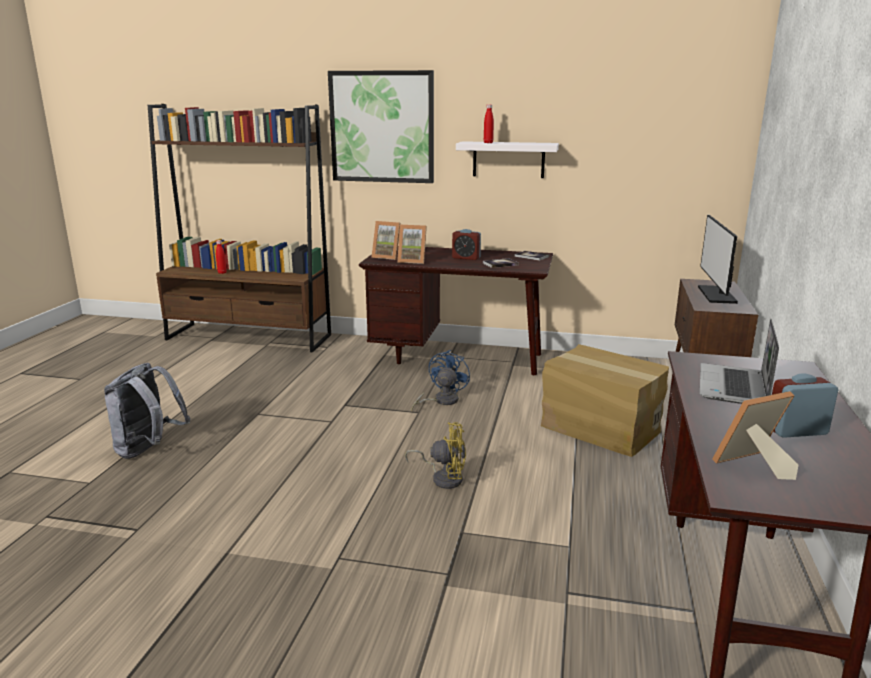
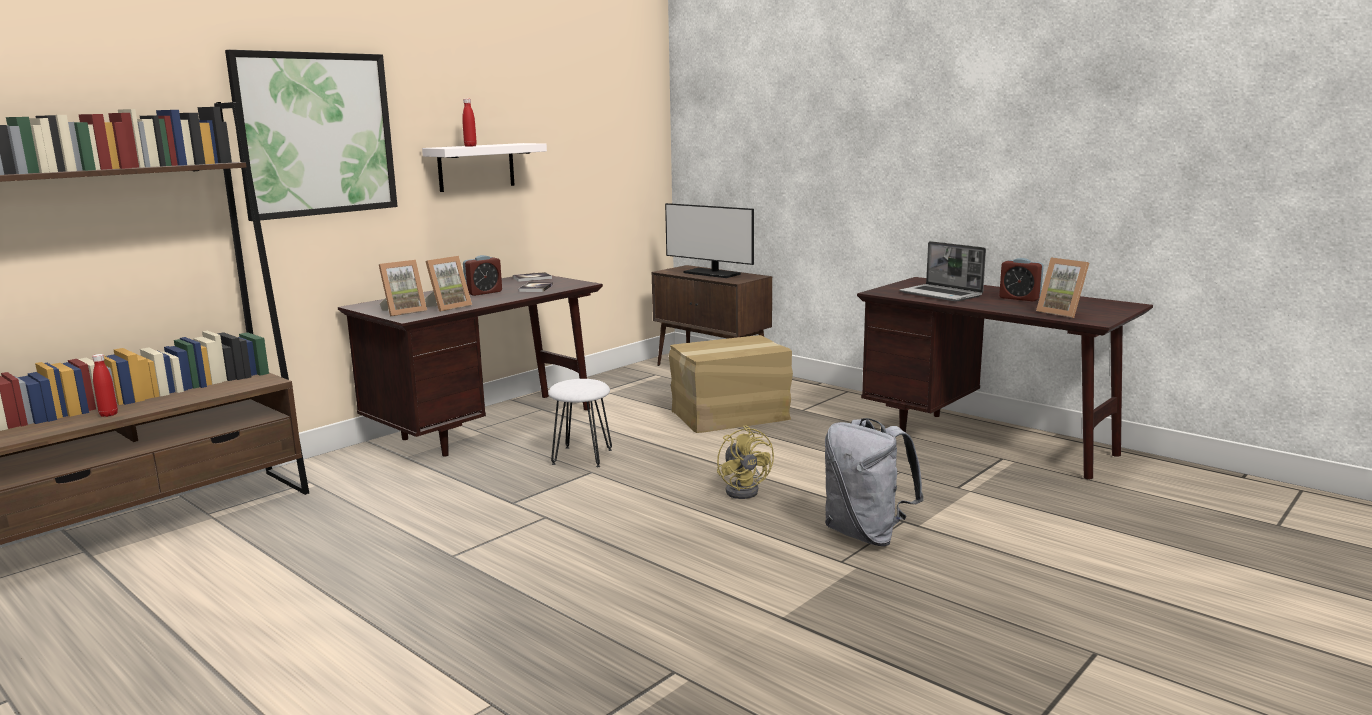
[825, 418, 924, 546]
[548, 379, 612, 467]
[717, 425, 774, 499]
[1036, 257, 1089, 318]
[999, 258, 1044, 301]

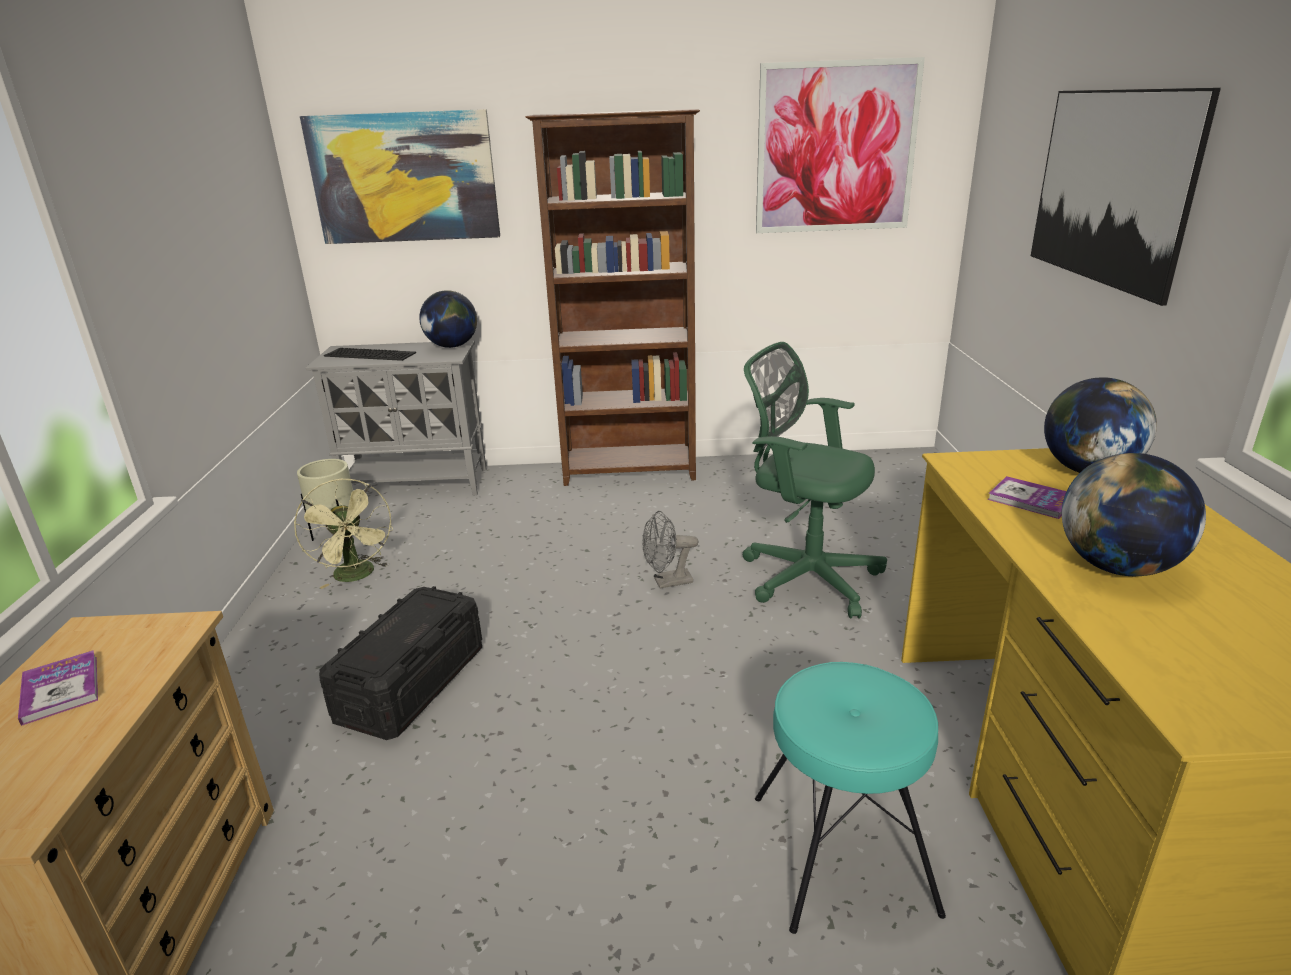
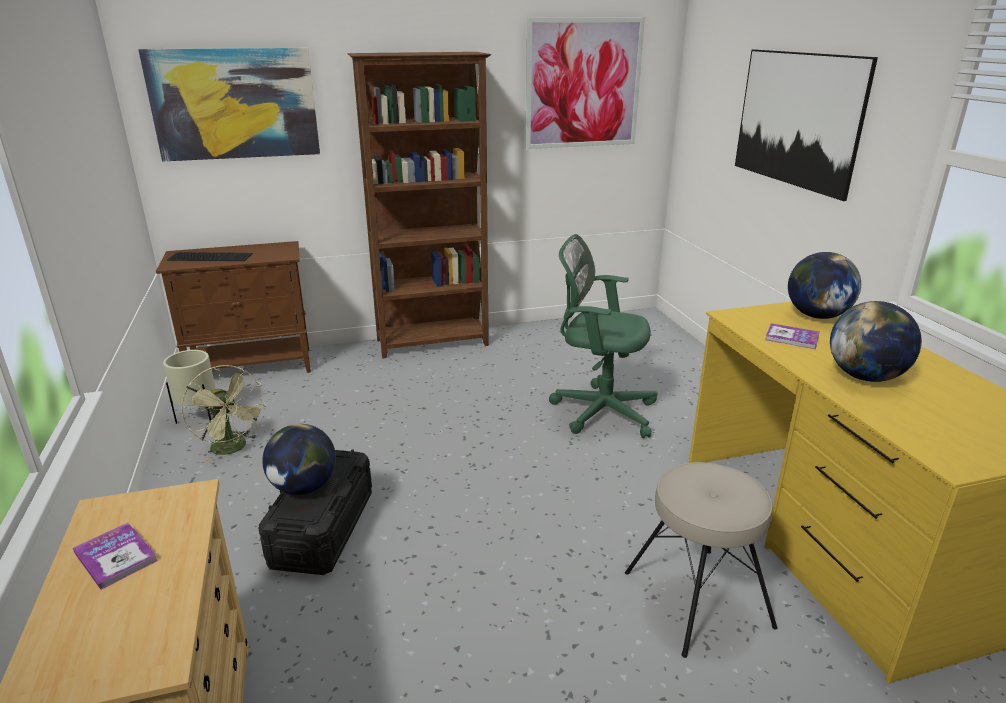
[642, 511, 698, 589] (first image)
[262, 424, 336, 495]
[156, 241, 311, 373]
[625, 462, 778, 658]

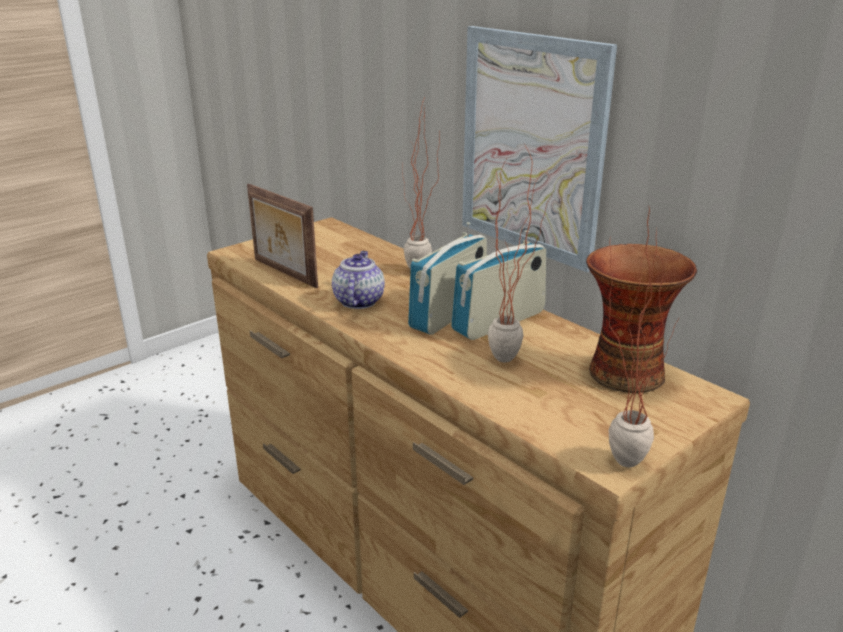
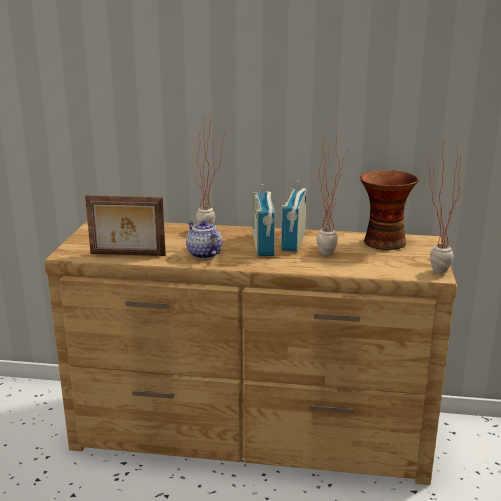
[462, 26, 617, 272] (first image)

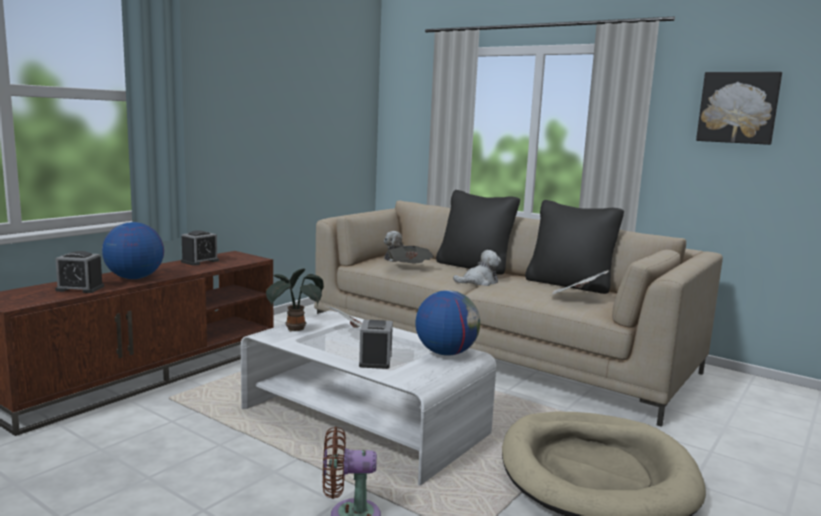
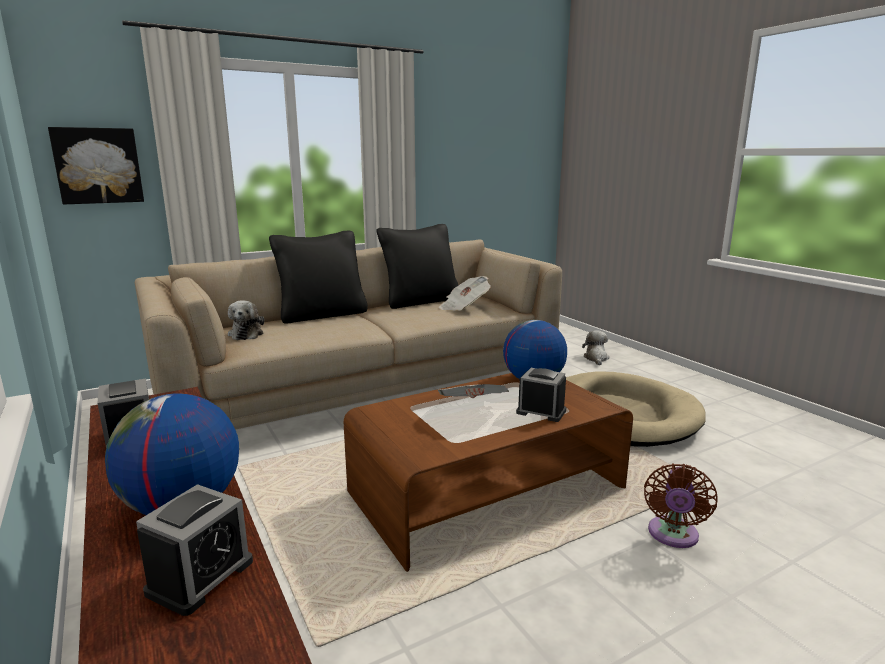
[266, 268, 324, 332] (first image)
[387, 246, 434, 263] (first image)
[582, 330, 609, 365]
[48, 127, 144, 204]
[344, 373, 633, 572]

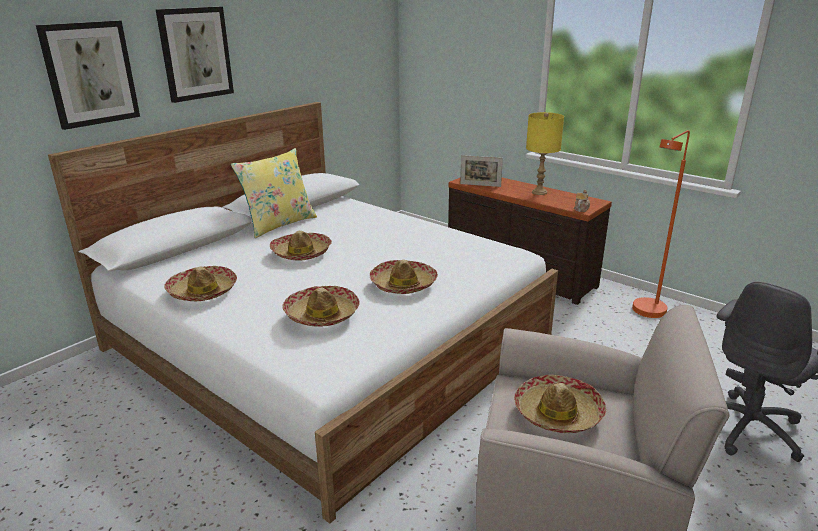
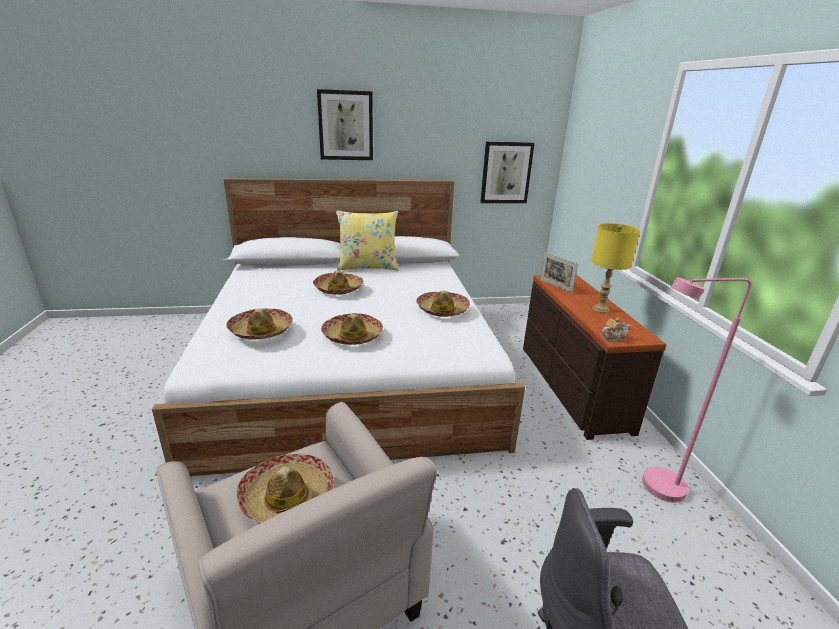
[480, 141, 535, 203]
[416, 291, 470, 317]
[642, 277, 751, 503]

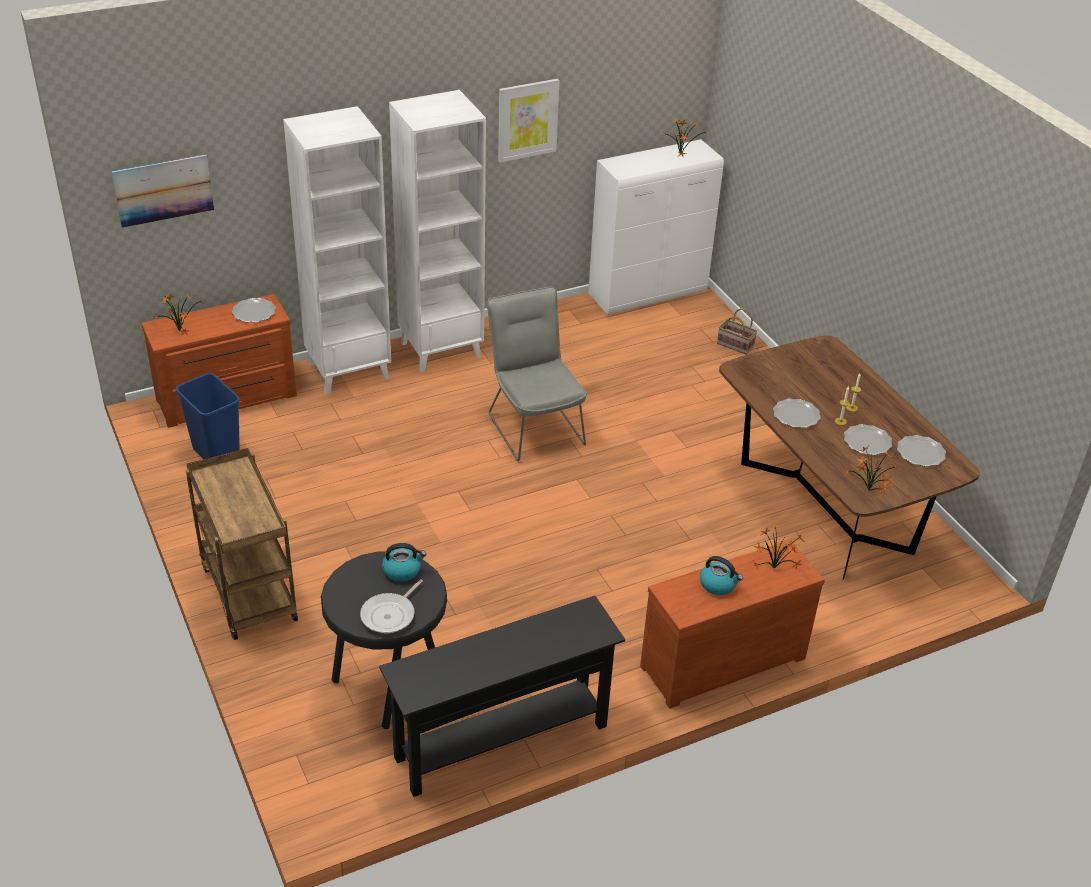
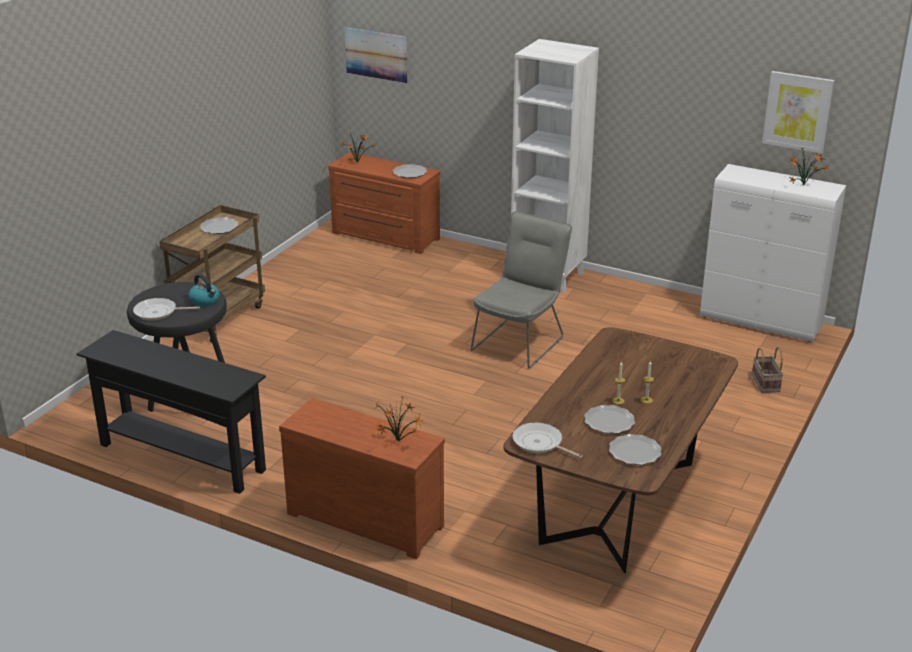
[176, 373, 240, 459] (first image)
[283, 106, 391, 394] (first image)
[700, 556, 743, 595] (first image)
[762, 71, 834, 154]
[200, 217, 239, 234]
[512, 422, 583, 458]

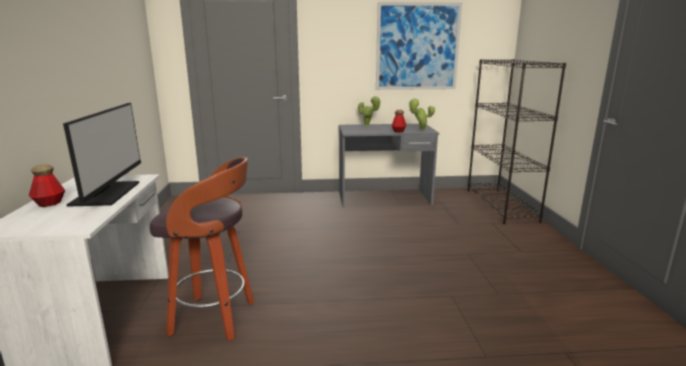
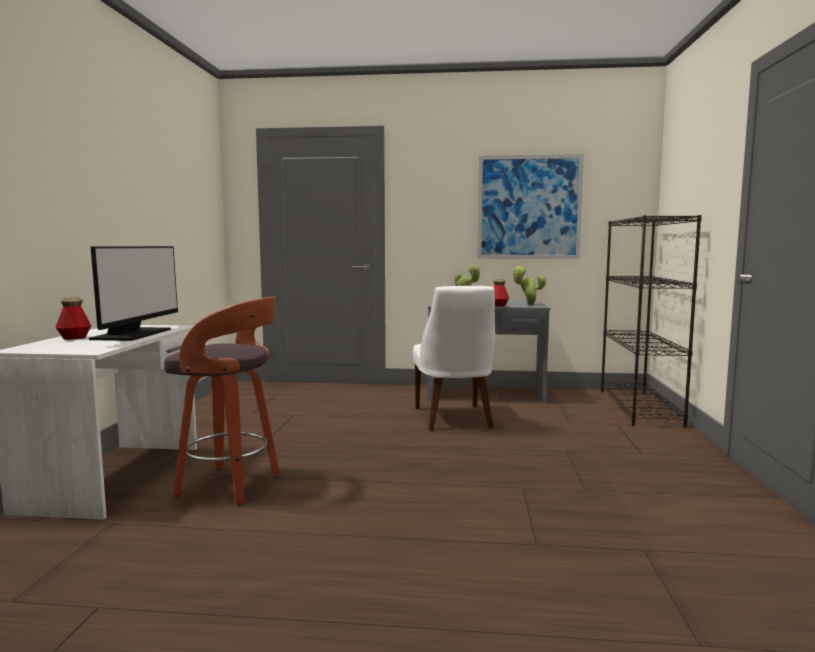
[413, 286, 495, 431]

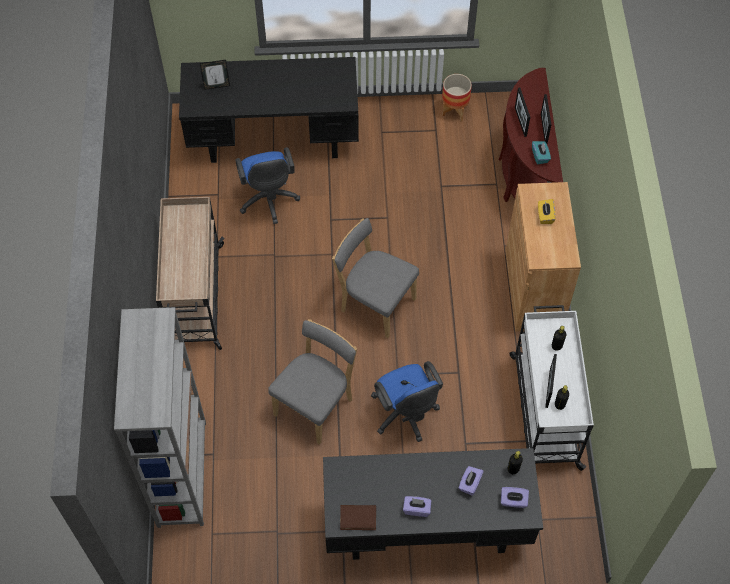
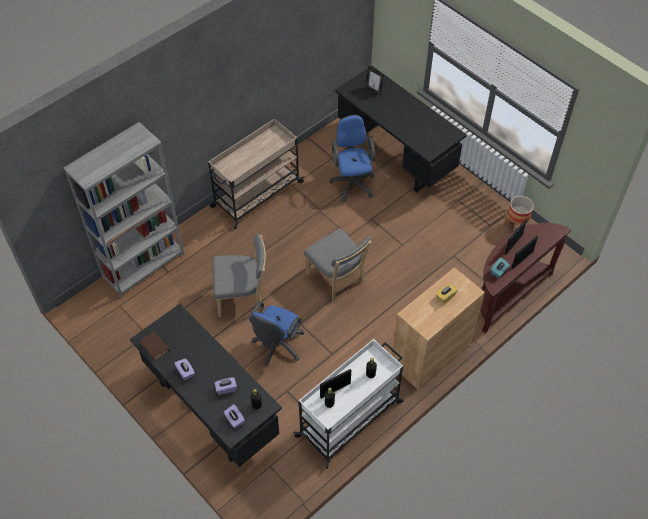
[329, 115, 376, 202]
[304, 228, 372, 301]

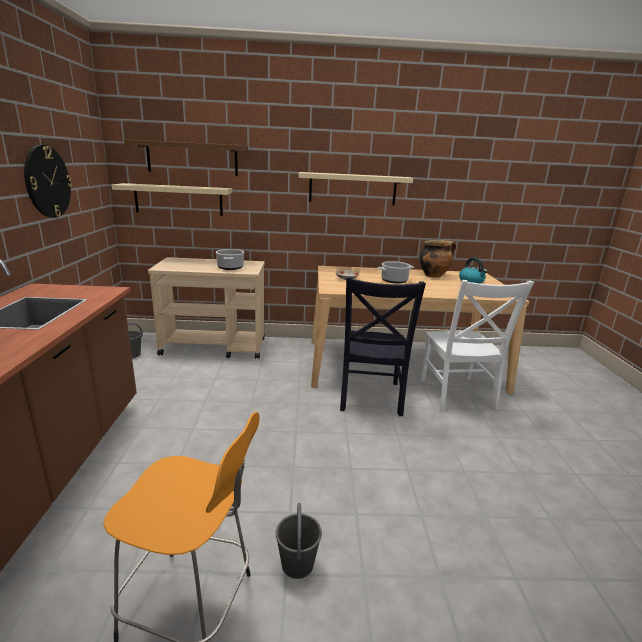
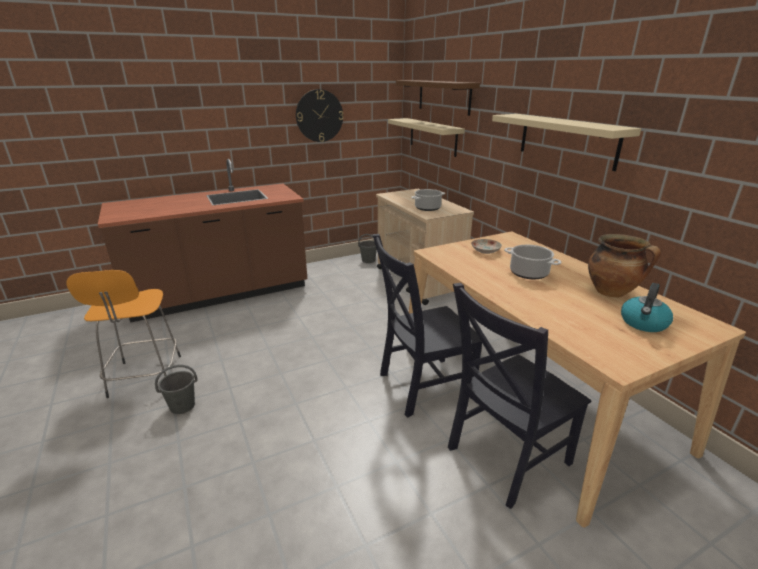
[448, 283, 592, 509]

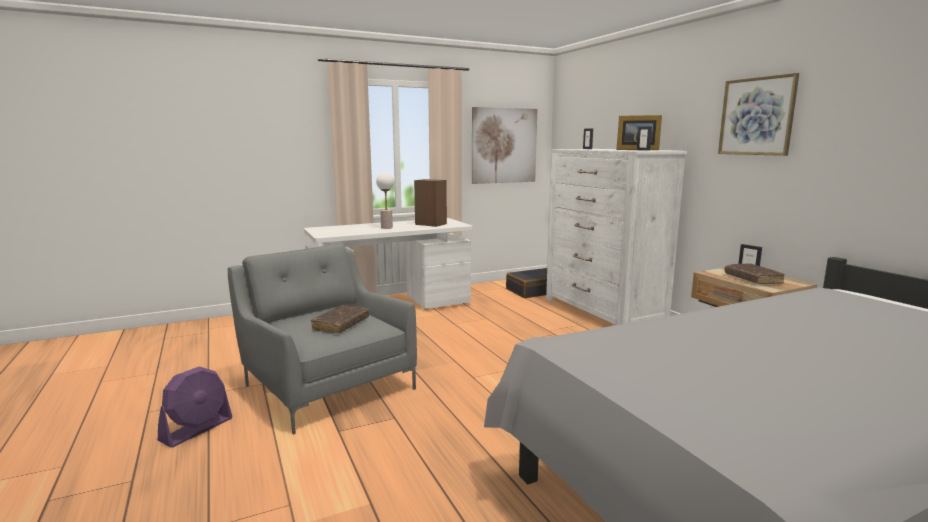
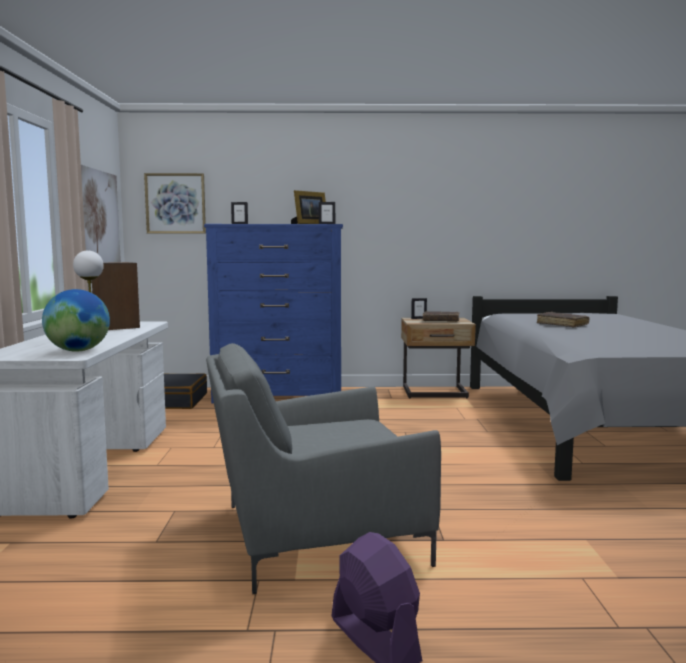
[42, 289, 110, 352]
[537, 312, 589, 328]
[144, 173, 206, 234]
[204, 224, 343, 403]

